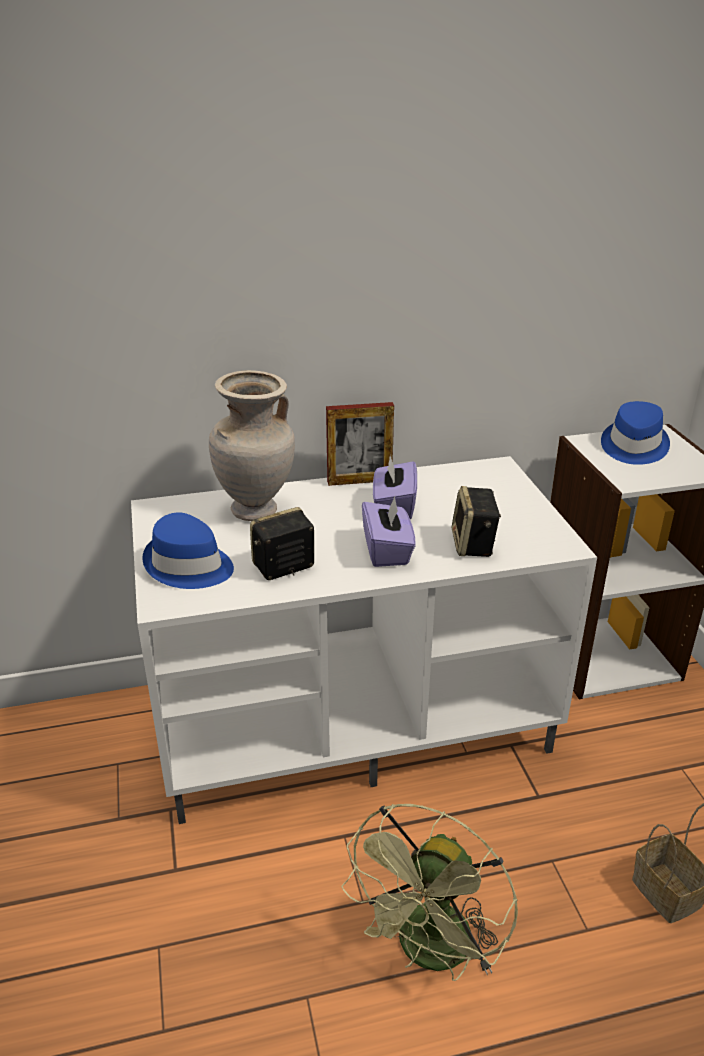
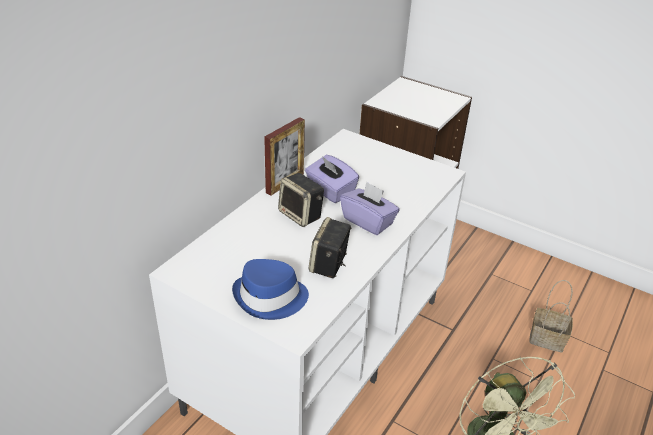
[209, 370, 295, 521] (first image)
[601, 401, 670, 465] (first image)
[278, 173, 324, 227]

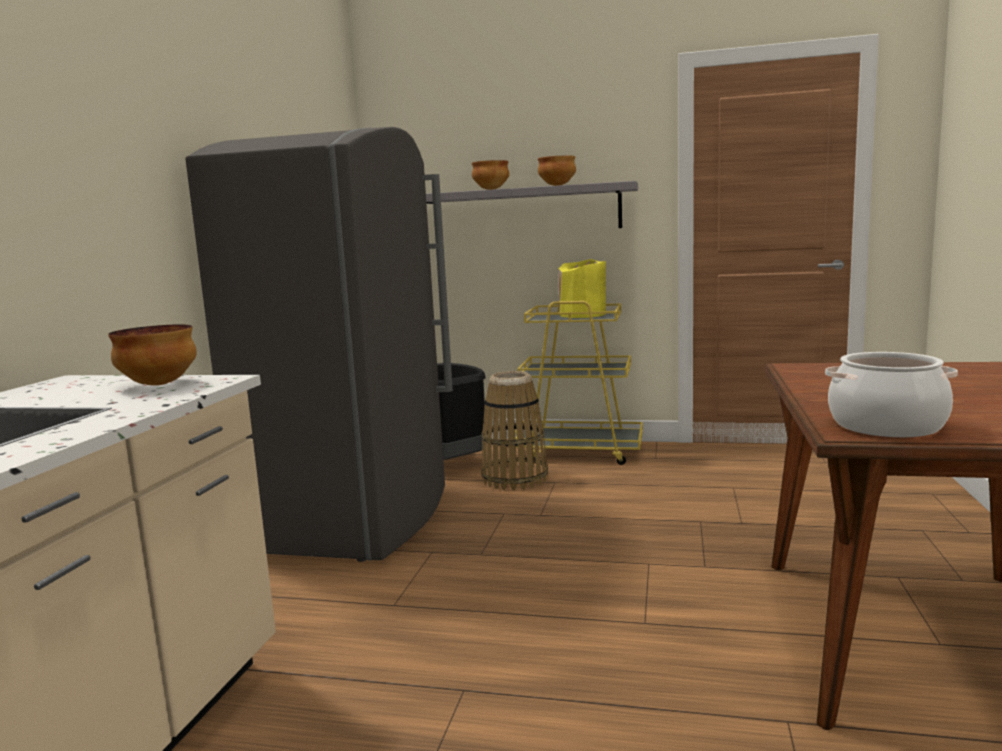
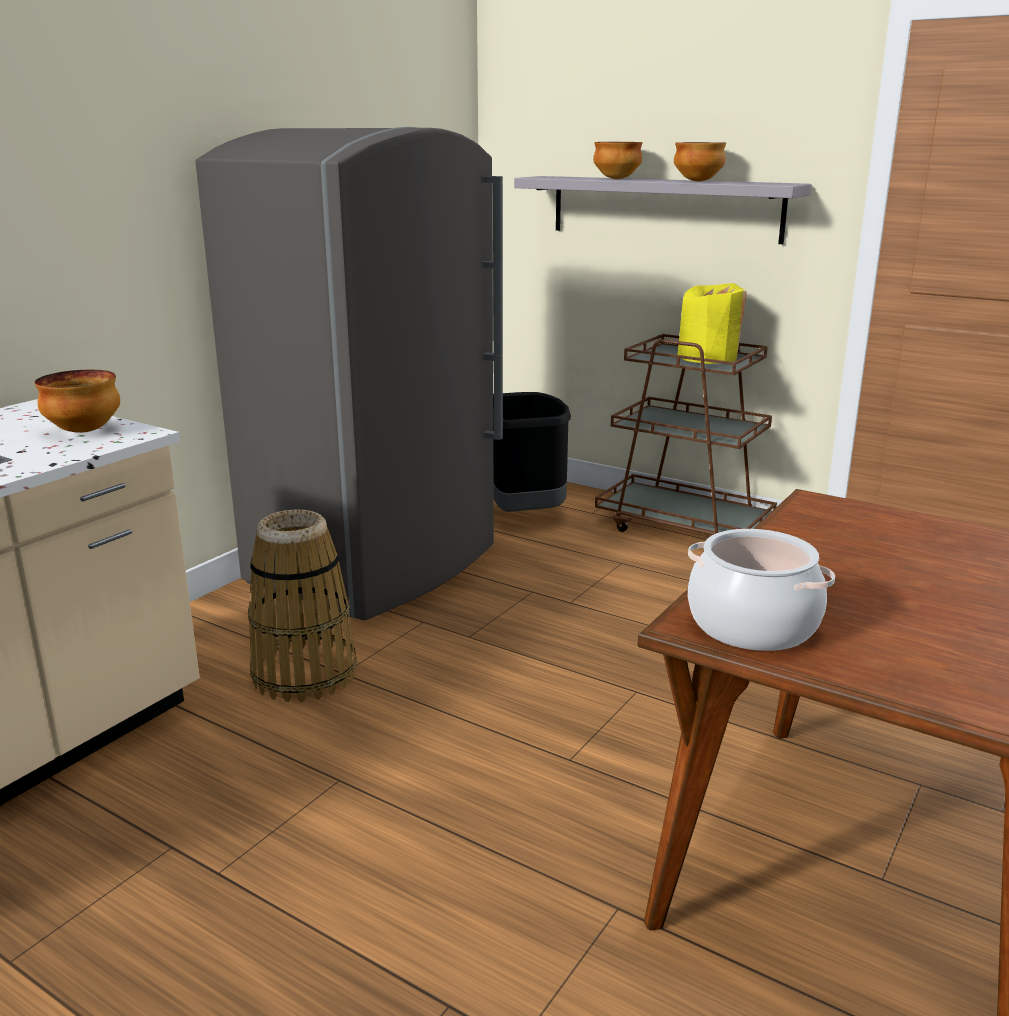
[248, 509, 357, 702]
[595, 334, 777, 535]

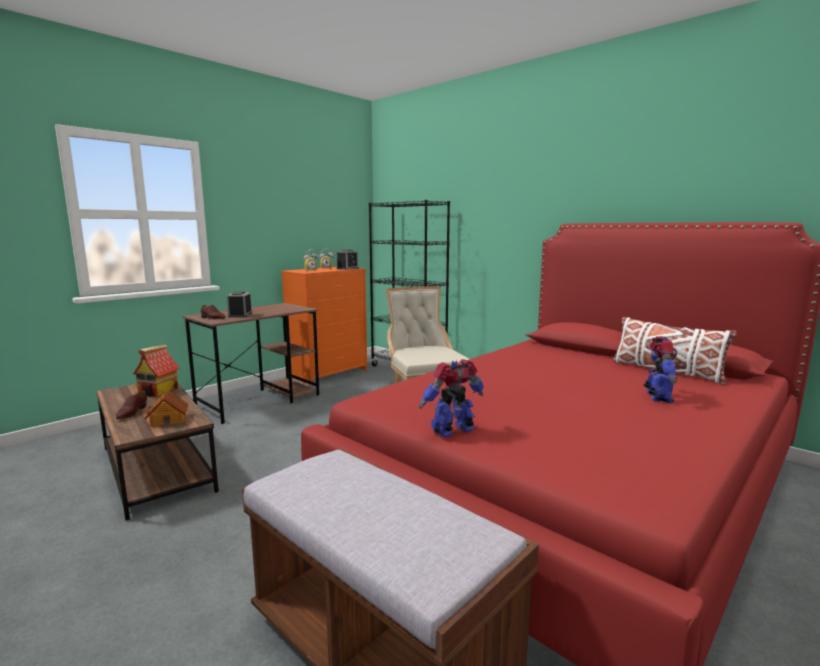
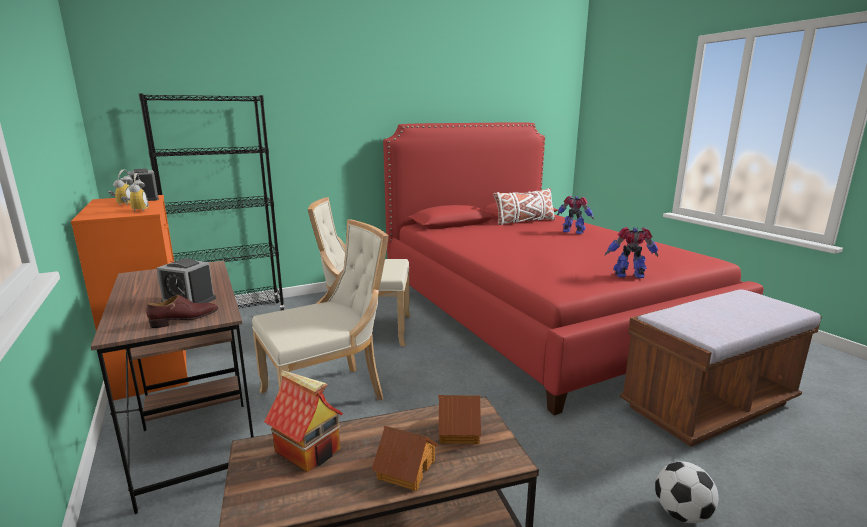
[252, 220, 389, 400]
[655, 461, 719, 523]
[372, 426, 438, 491]
[605, 227, 658, 278]

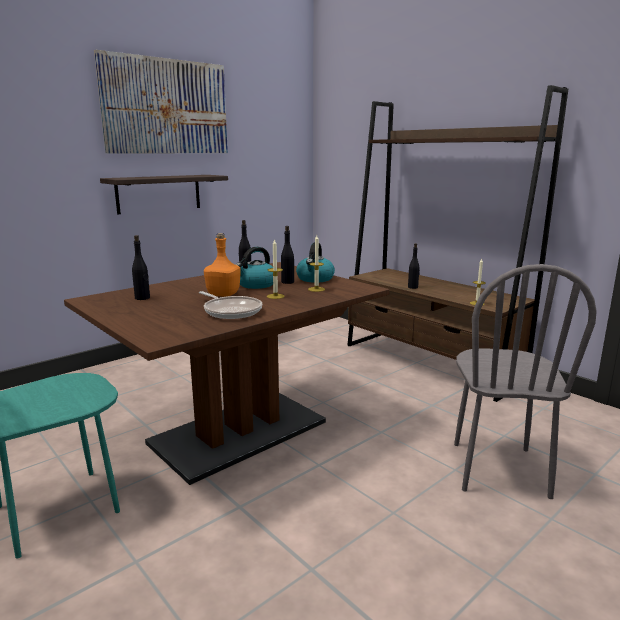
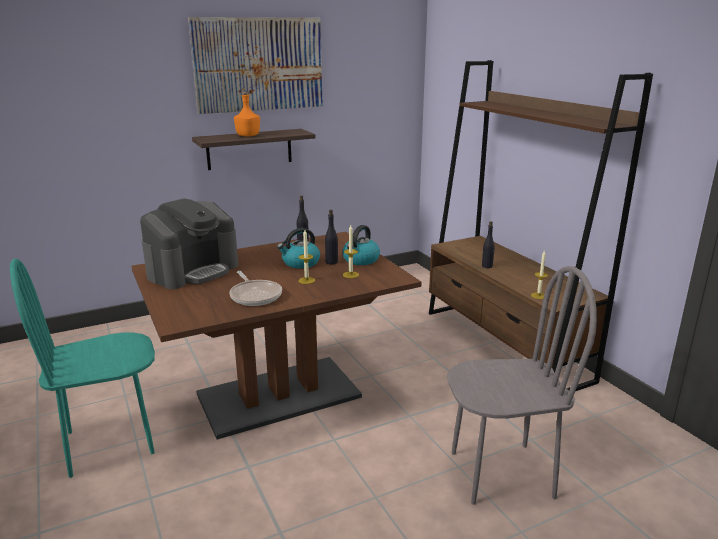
[234, 91, 260, 137]
[140, 198, 238, 289]
[447, 266, 597, 505]

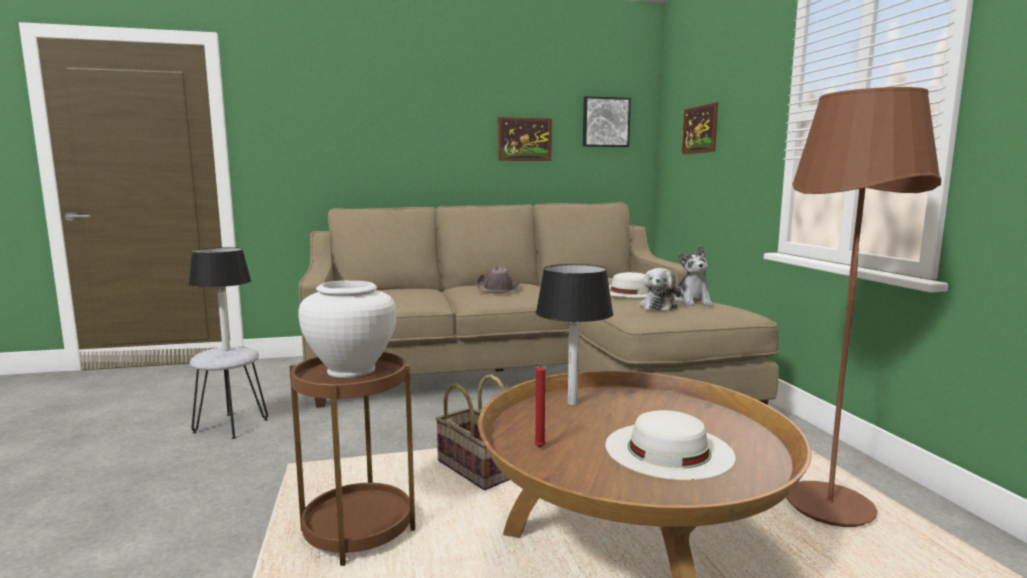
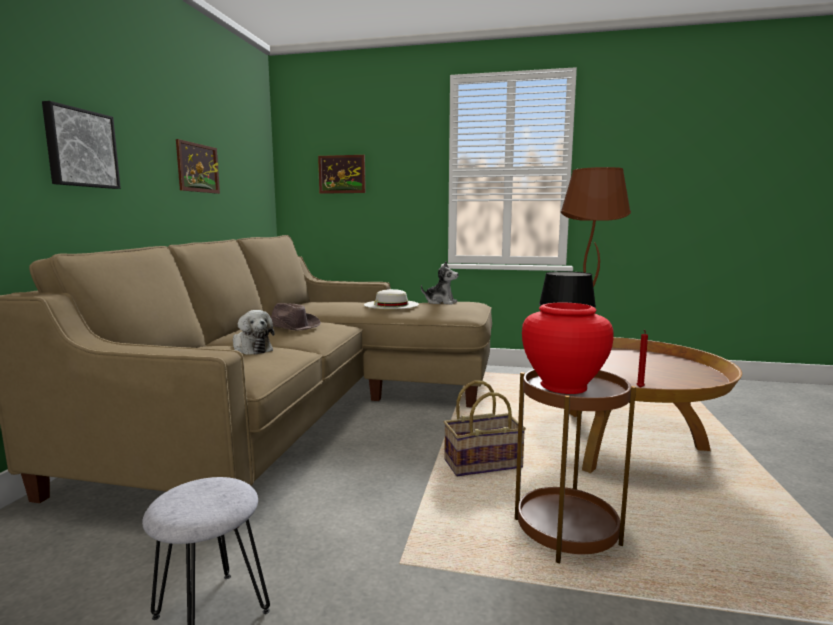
[189, 247, 251, 351] (first image)
[606, 410, 736, 480] (first image)
[42, 101, 121, 189]
[233, 310, 274, 355]
[522, 303, 613, 394]

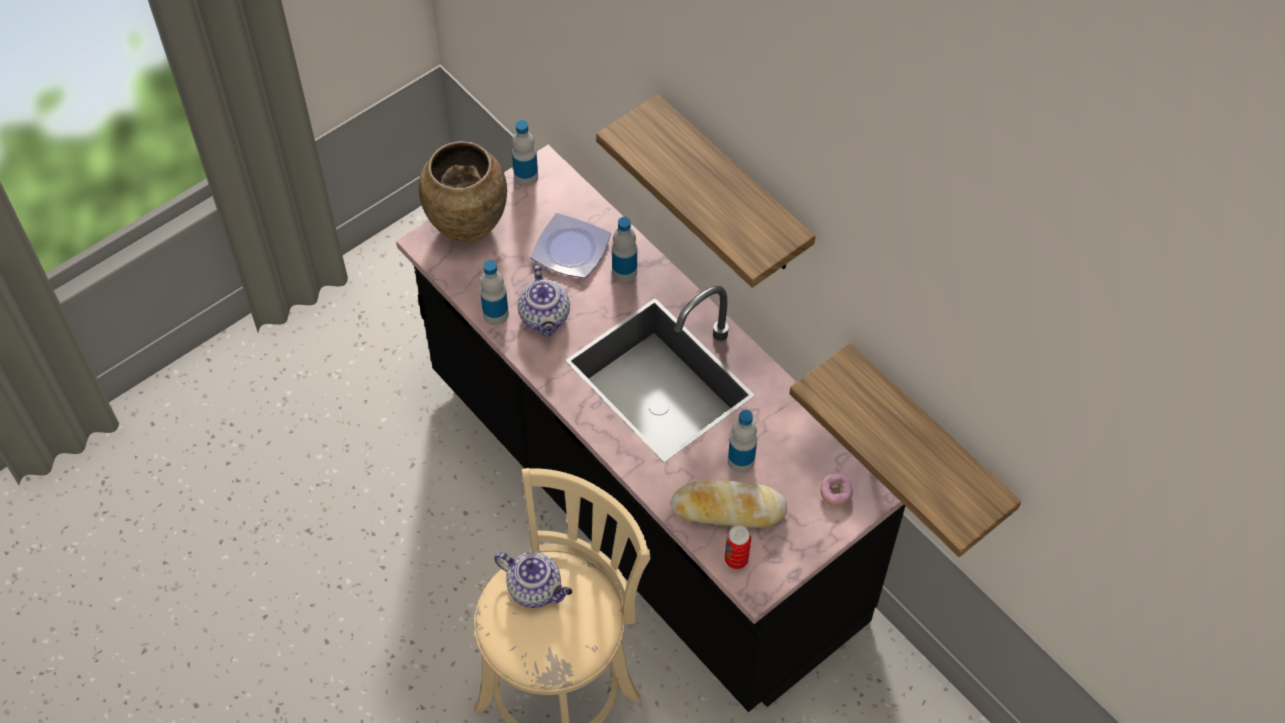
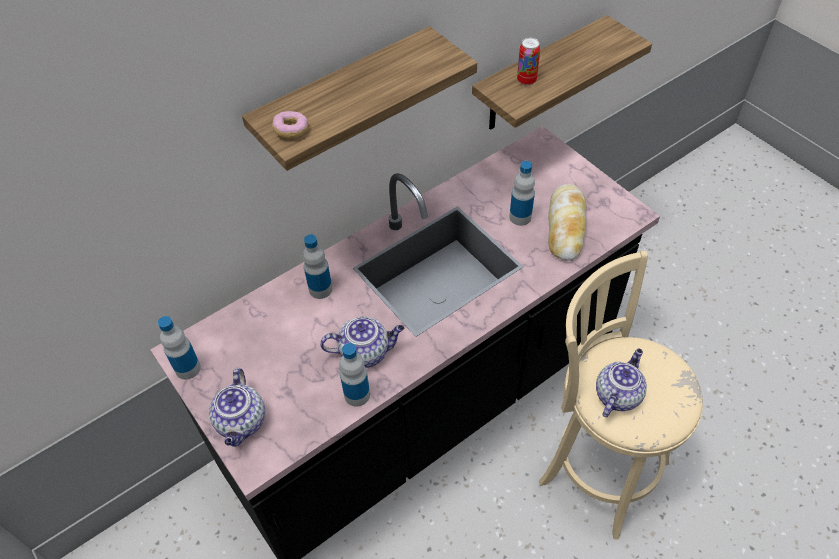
[530, 213, 611, 278] (first image)
[517, 38, 540, 86]
[272, 111, 308, 138]
[209, 368, 265, 447]

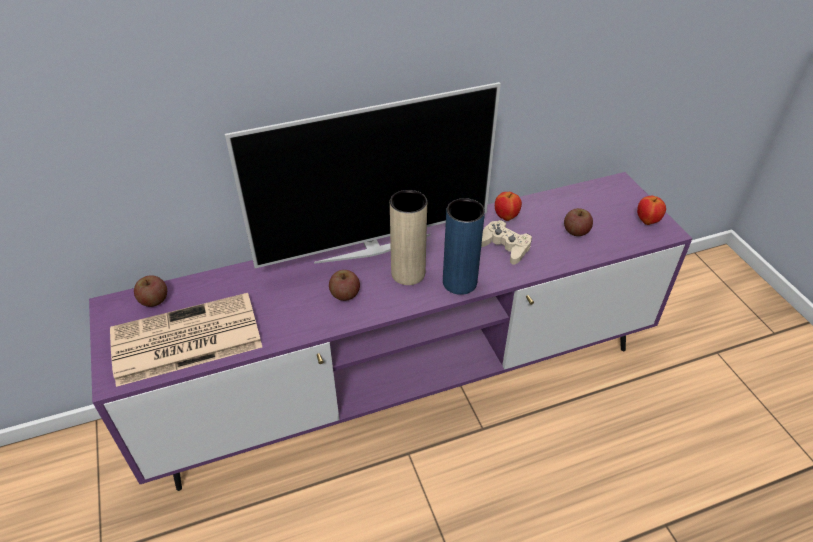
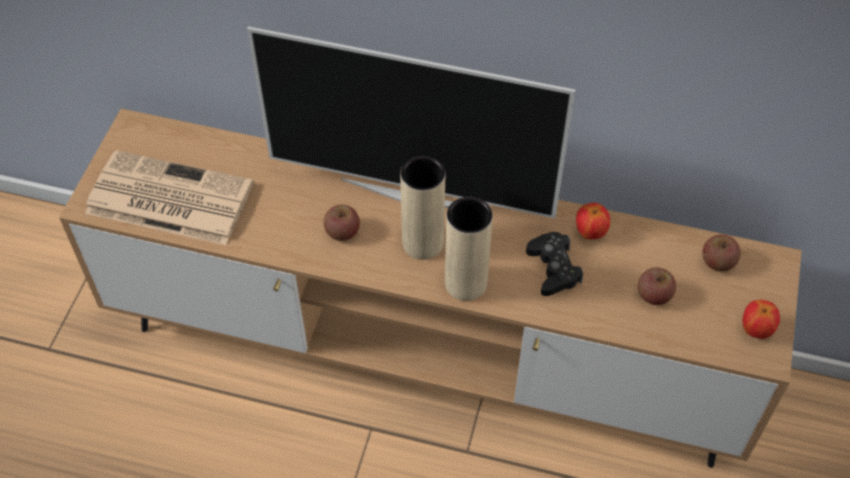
[702, 235, 741, 272]
[59, 108, 802, 468]
[445, 197, 493, 301]
[526, 232, 583, 296]

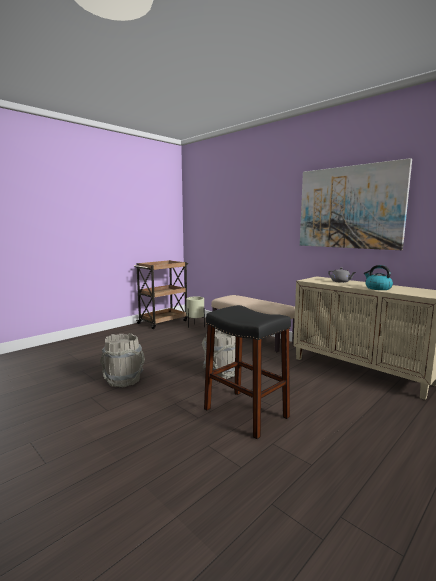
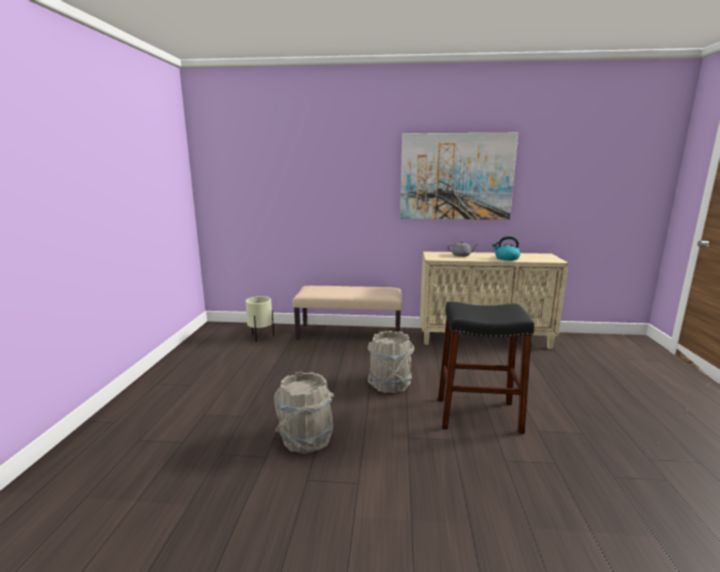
[134, 260, 188, 329] (first image)

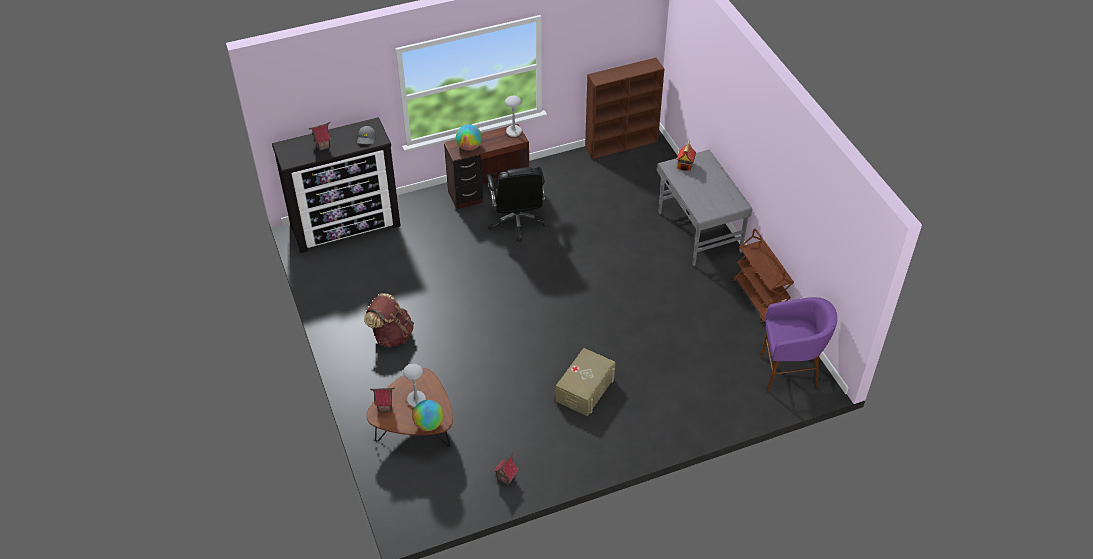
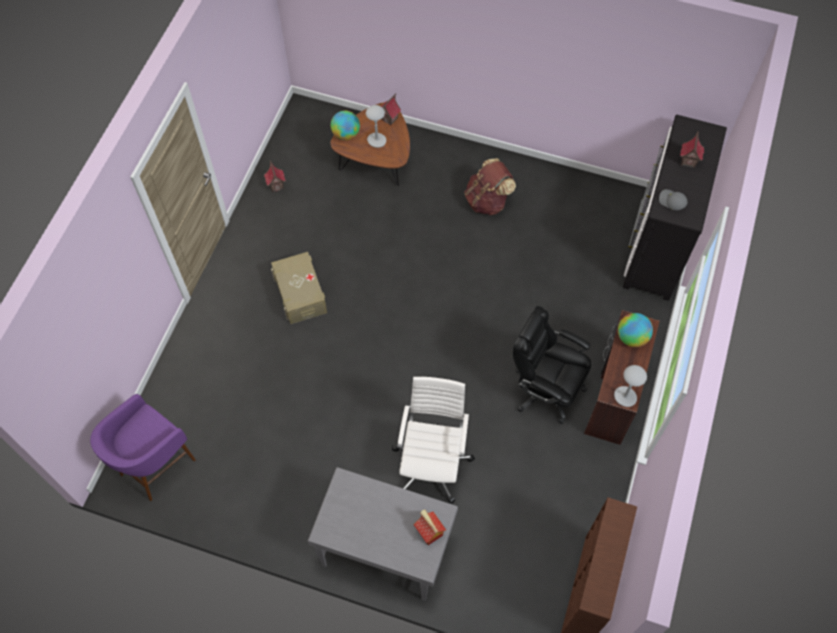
[733, 229, 794, 324] (first image)
[392, 377, 475, 503]

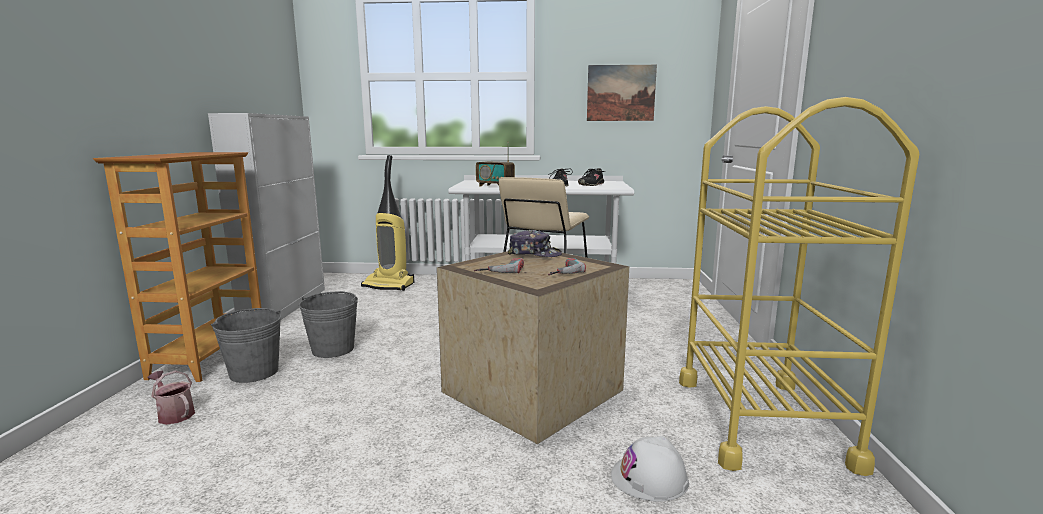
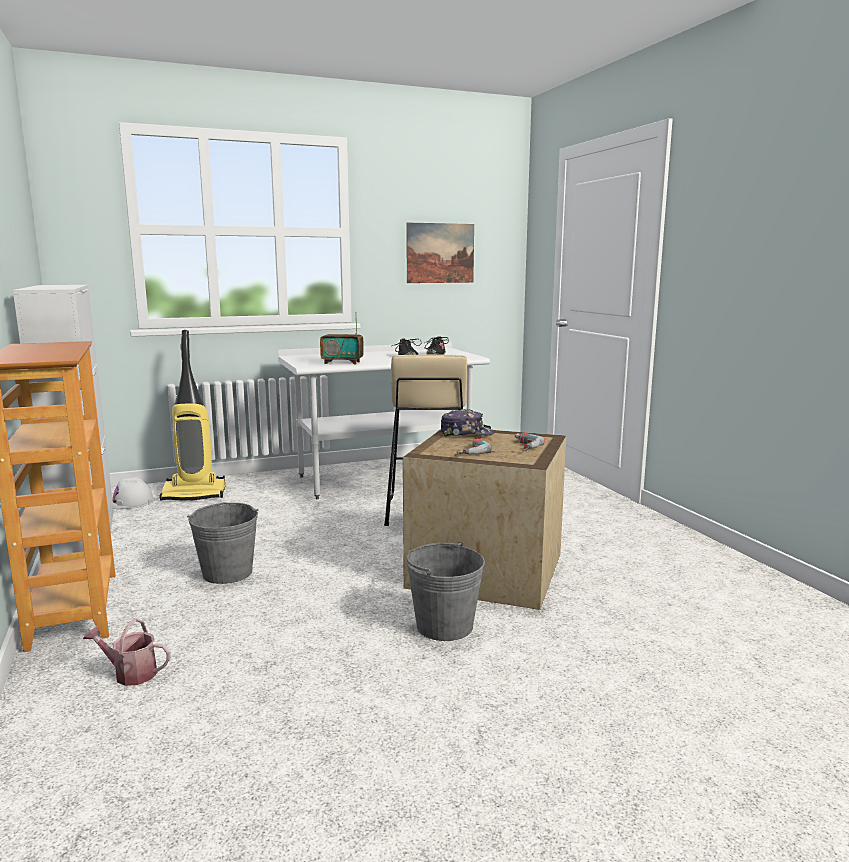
[679, 97, 919, 476] (first image)
[406, 542, 485, 641]
[112, 477, 155, 509]

